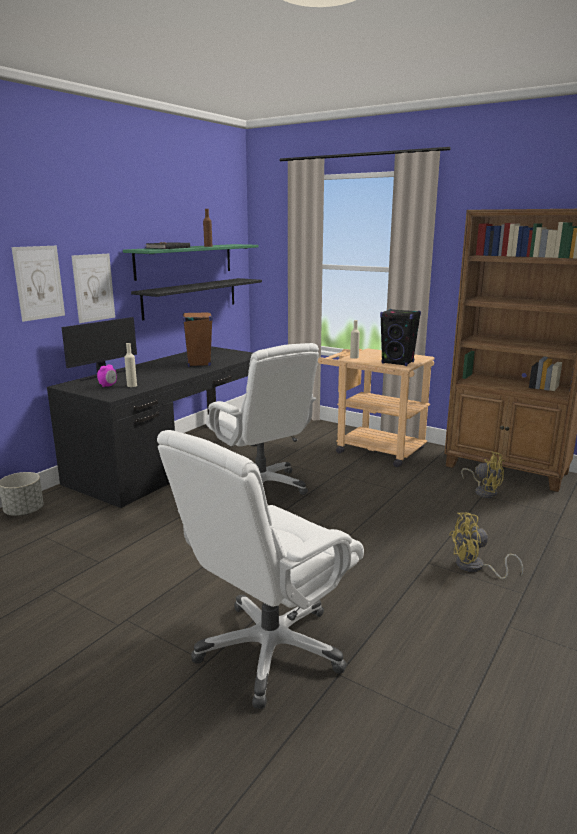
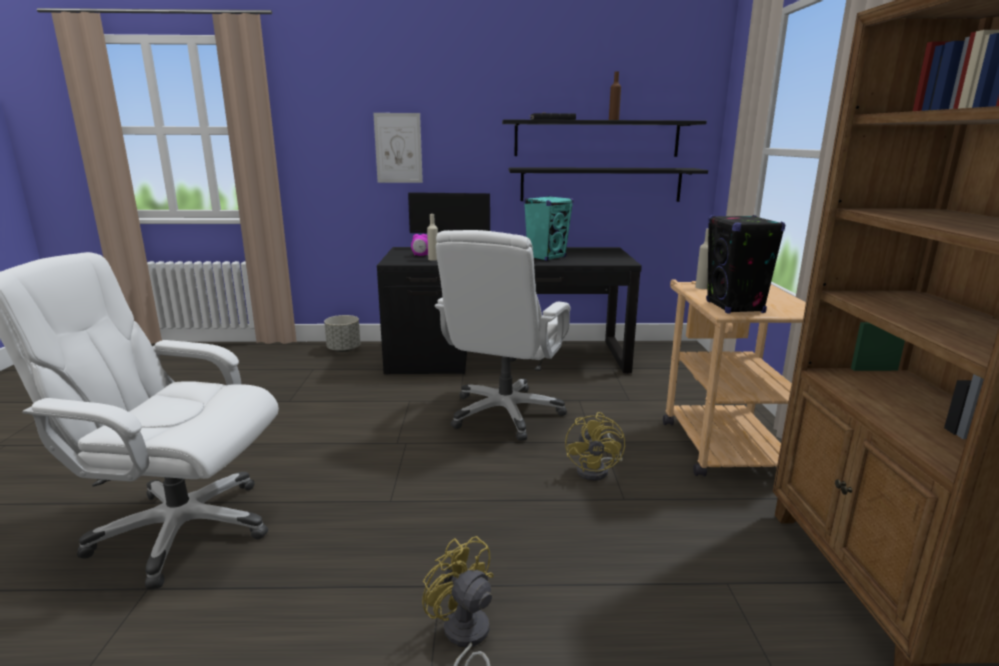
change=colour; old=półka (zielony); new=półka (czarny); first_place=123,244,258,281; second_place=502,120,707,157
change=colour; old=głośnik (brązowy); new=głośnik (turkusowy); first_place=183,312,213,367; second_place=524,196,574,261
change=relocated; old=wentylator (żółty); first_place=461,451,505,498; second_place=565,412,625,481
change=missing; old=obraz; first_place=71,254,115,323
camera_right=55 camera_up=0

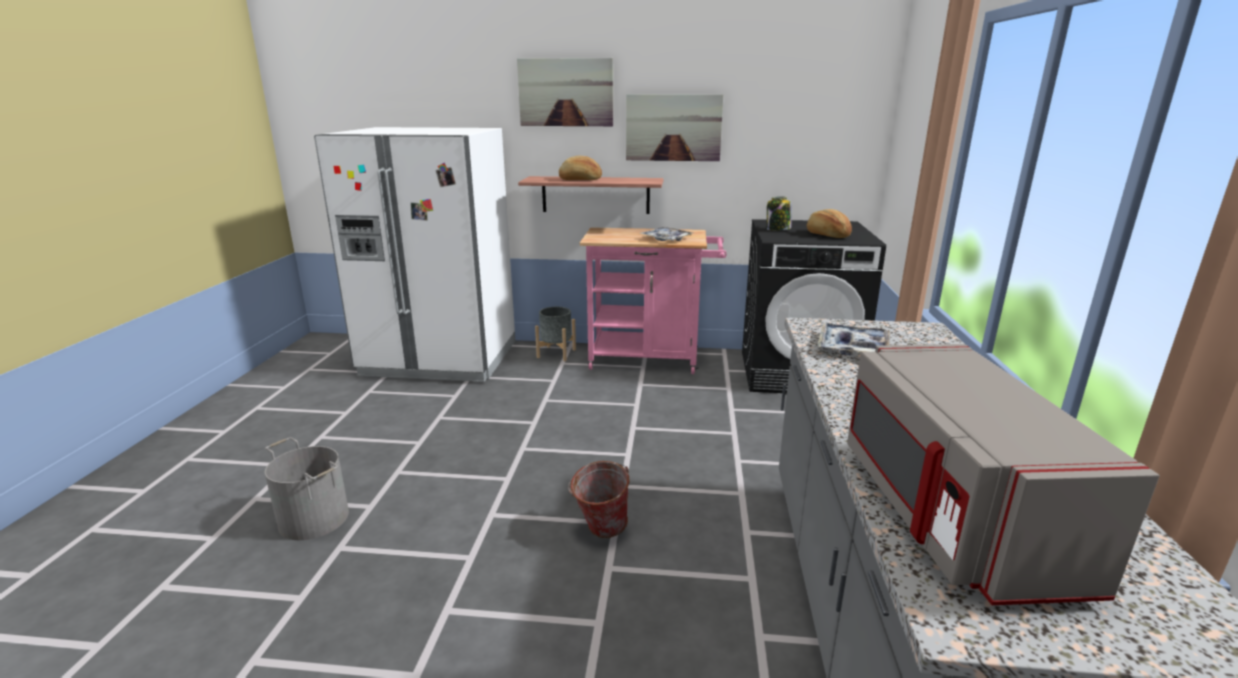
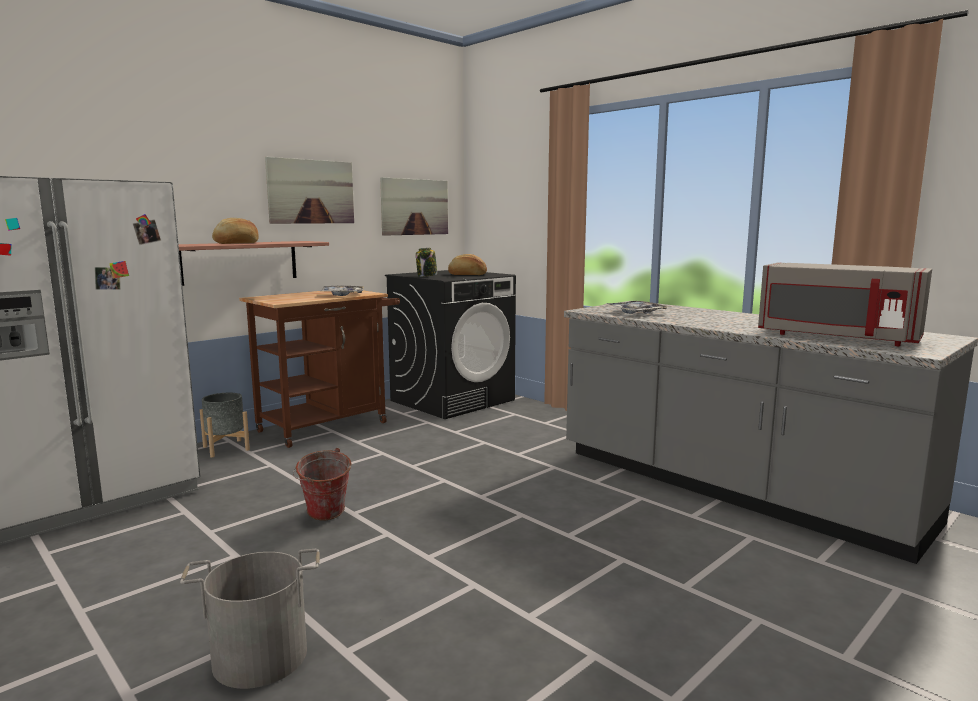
change=colour; old=wózek (różowy); new=wózek (brązowy); first_place=579,227,727,374; second_place=239,290,400,448
change=relocated; old=wiadro; first_place=568,461,629,538; second_place=293,448,352,520
change=relocated; old=obraz; first_place=517,58,613,126; second_place=380,177,448,236
camera_right=-50 camera_up=-10

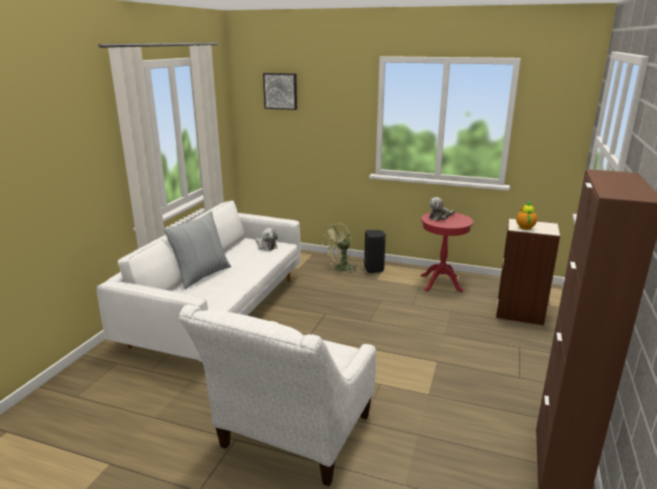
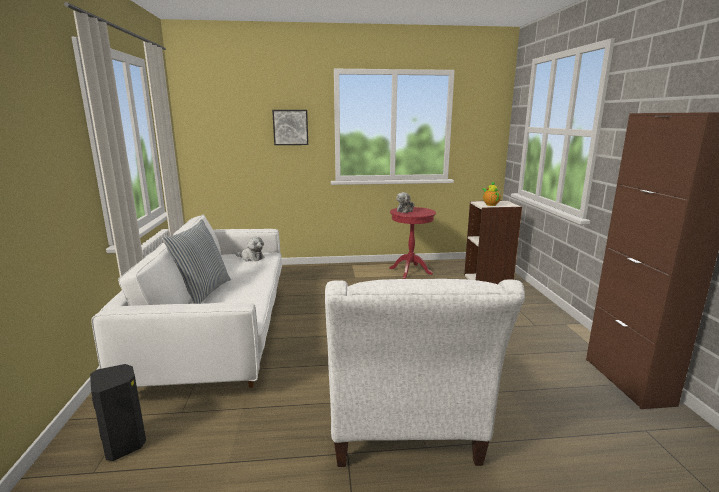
change=relocated; old=głośnik (czarny); first_place=364,230,386,273; second_place=90,364,146,461
change=relocated; old=obraz; first_place=263,73,297,110; second_place=272,110,308,145
change=missing; old=wentylator (zielony); first_place=322,223,358,273
camera_right=-25 camera_up=-5

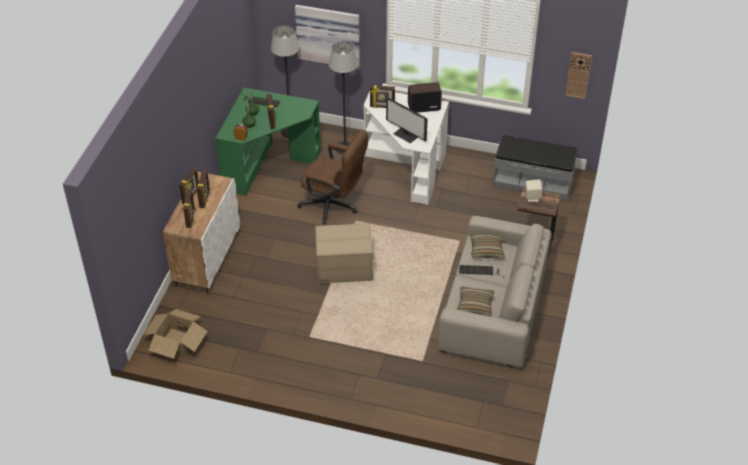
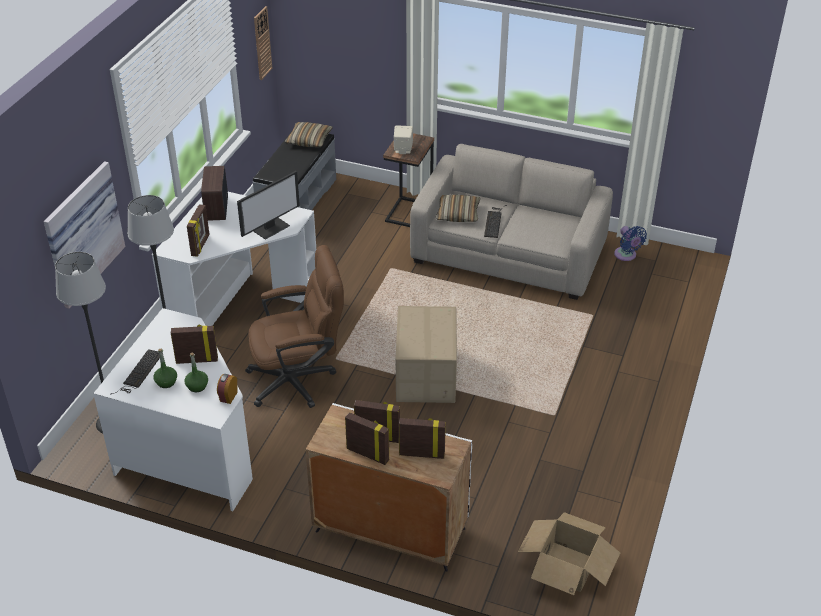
change=colour; old=biurko (zielony); new=biurko (biały); first_place=215,88,321,196; second_place=93,308,253,511
change=spun; old=krzesło biurowe (brązowy); first_place=297,130,368,225; second_place=245,245,344,408; degrees=45
change=relocated; old=poduszka; first_place=457,287,495,316; second_place=285,122,333,147
change=appeared; new=wentylator (niebieski); second_place=614,226,647,261
camera_right=-85 camera_up=-5

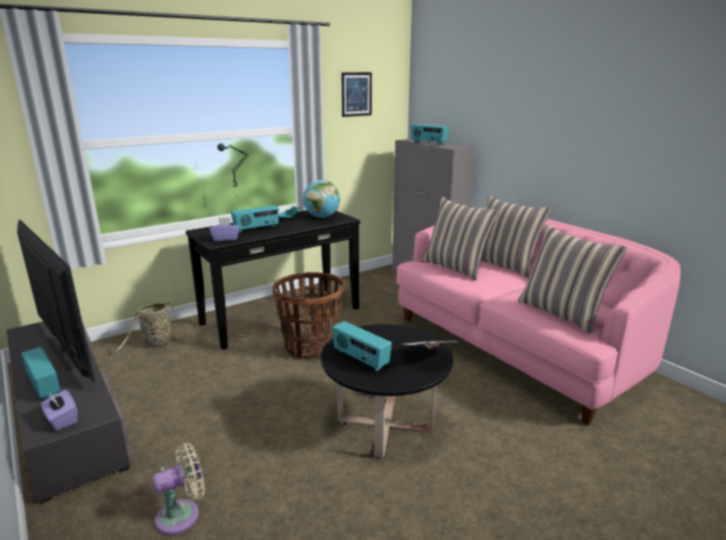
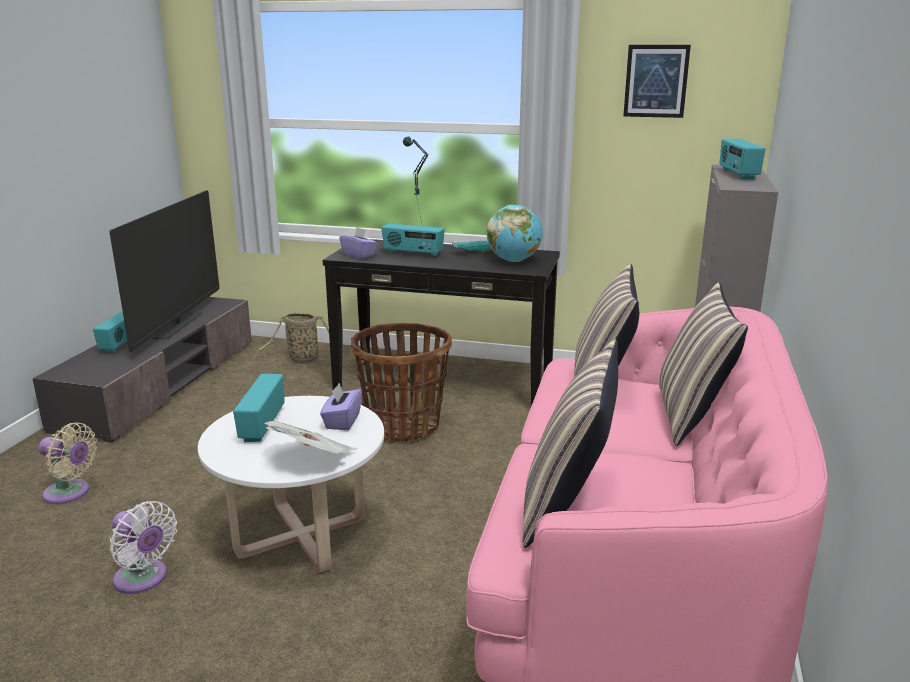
change=appeared; new=wentylator (biały); second_place=110,501,177,594
change=colour; old=ława (czarny); new=ława (biały); first_place=321,324,453,457; second_place=198,396,384,572
change=relocated; old=pudełko chusteczek (fioletowy); first_place=41,390,78,431; second_place=320,383,362,430
camera_right=50 camera_up=0

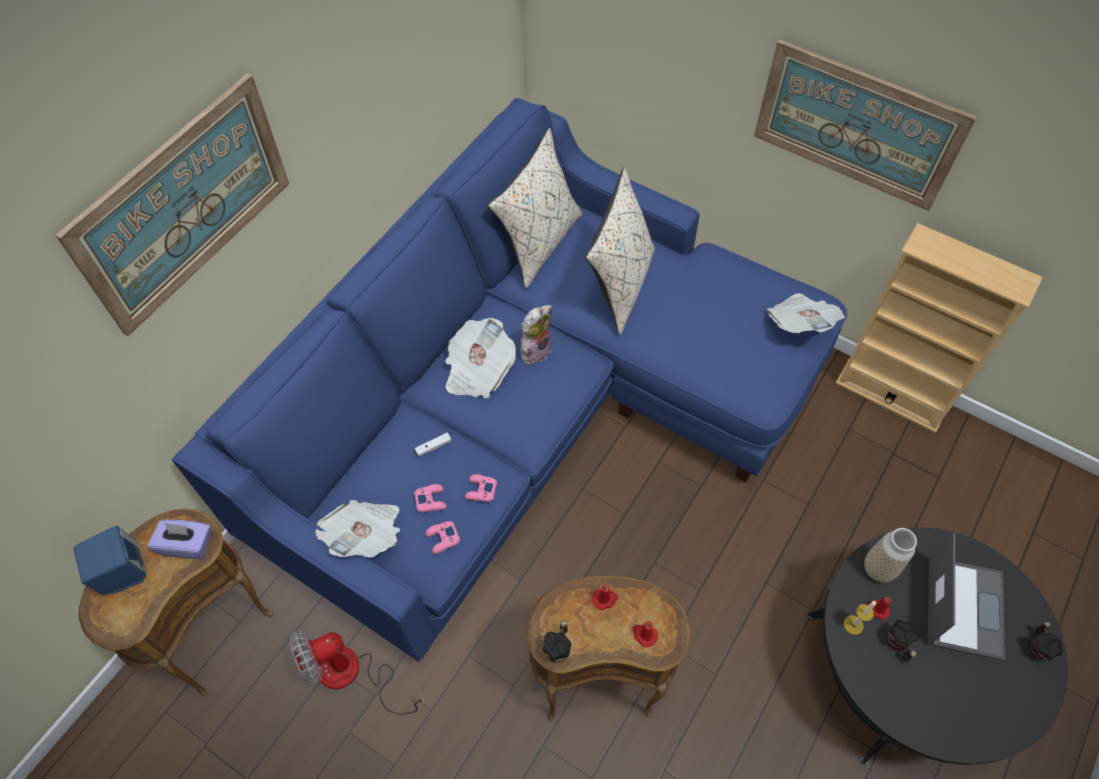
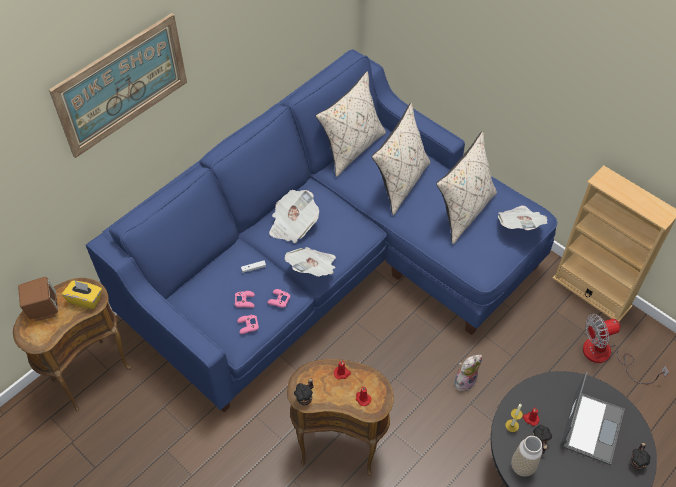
change=colour; old=głośnik (niebieski); new=głośnik (brązowy); first_place=73,526,146,595; second_place=18,277,58,321
change=colour; old=pudełko chusteczek (fioletowy); new=pudełko chusteczek (żółty); first_place=147,520,211,559; second_place=62,281,102,309
change=relocated; old=gazeta; first_place=316,500,400,558; second_place=285,247,336,277
change=appeared; new=poduszka (beżowy); second_place=436,131,497,244
change=relocated; old=pluszak; first_place=520,305,552,365; second_place=455,355,482,391
change=relocated; old=wazon; first_place=864,528,917,582; second_place=511,436,543,477
change=relocated; old=wentylator; first_place=290,631,425,715; second_place=583,314,669,384
change=missing; old=obraz; first_place=754,39,977,211
camera_right=10 camera_up=-5

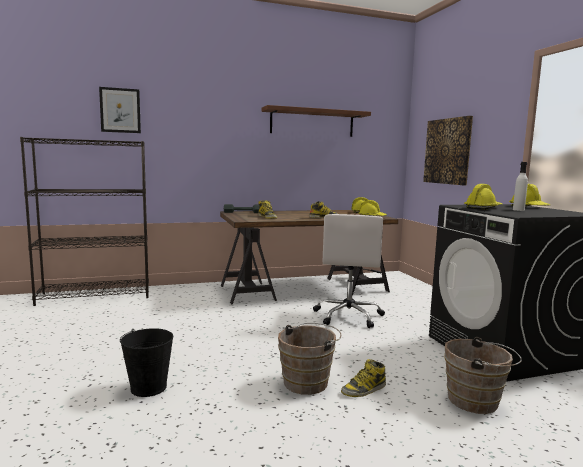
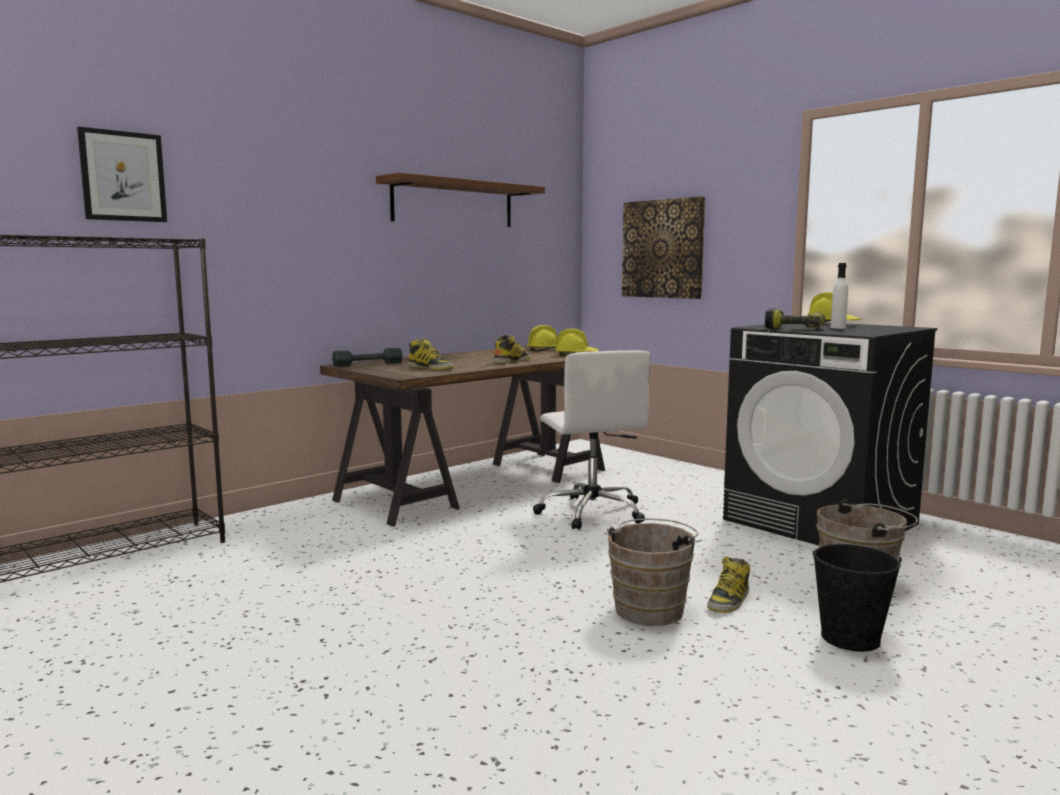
change=exchanged; old=kask (żółty); new=wiertarka; first_place=464,184,502,210; second_place=765,309,825,328
change=relocated; old=wiadro (czarny); first_place=120,328,173,397; second_place=813,544,902,652
camera_right=-25 camera_up=0

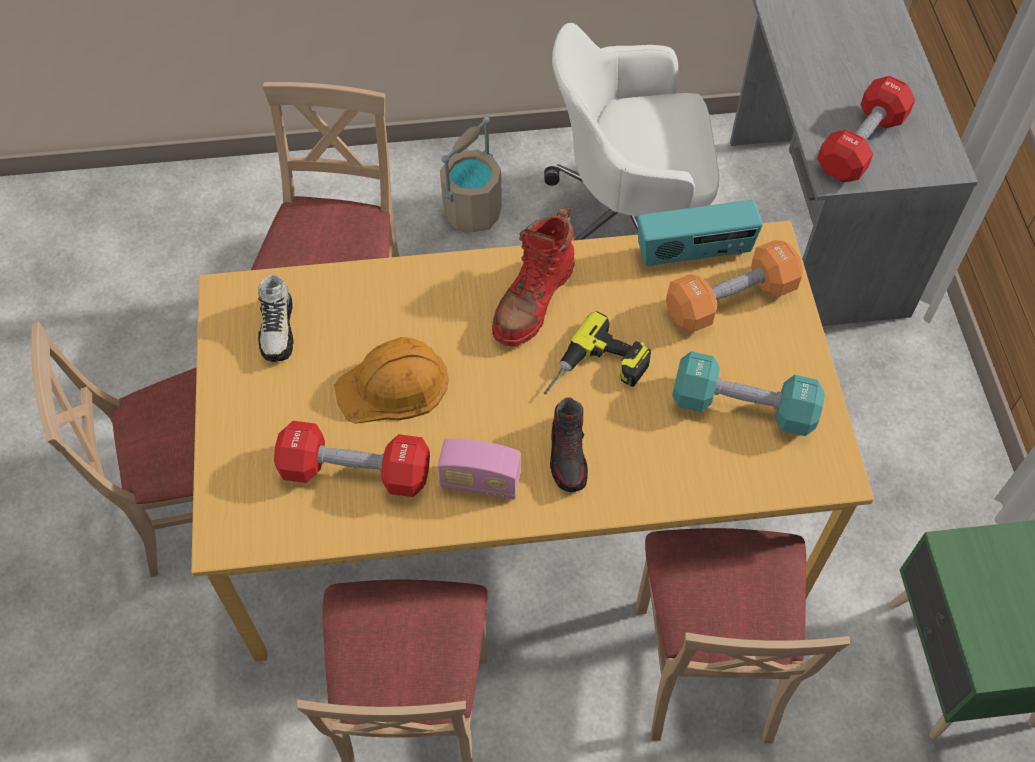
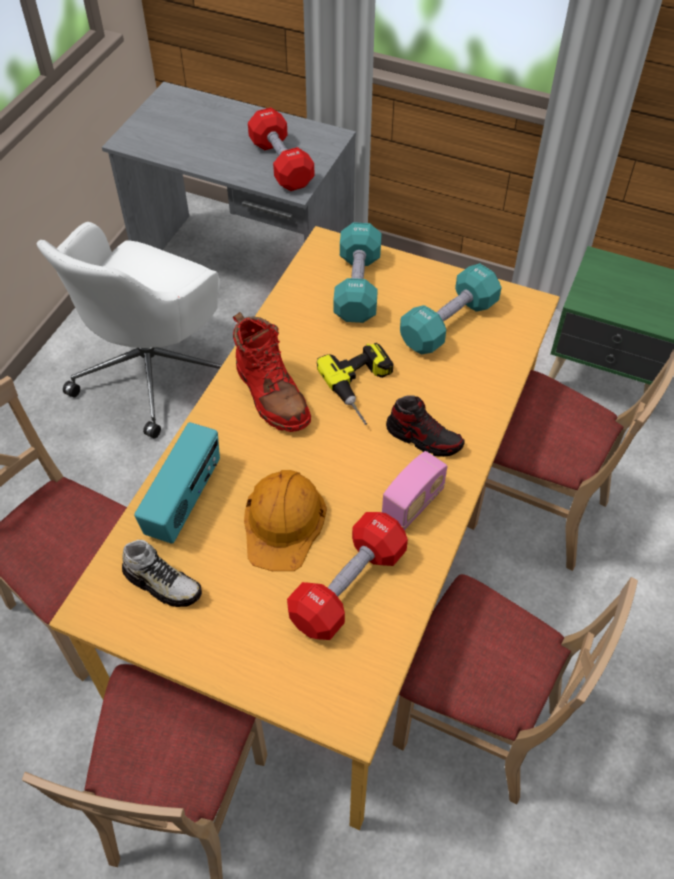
change=relocated; old=radio; first_place=637,200,763,267; second_place=134,422,220,544
change=colour; old=hantel (pomarańczowy); new=hantel (turkusowy); first_place=666,240,803,332; second_place=333,222,382,323
change=missing; old=wiadro (beżowy); first_place=440,117,502,232
camera_right=-60 camera_up=-5

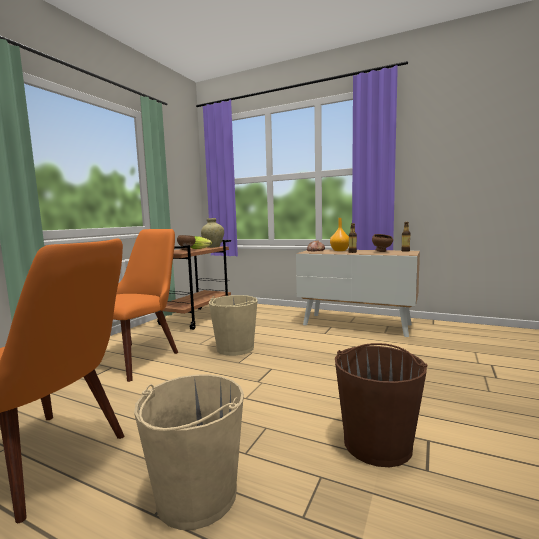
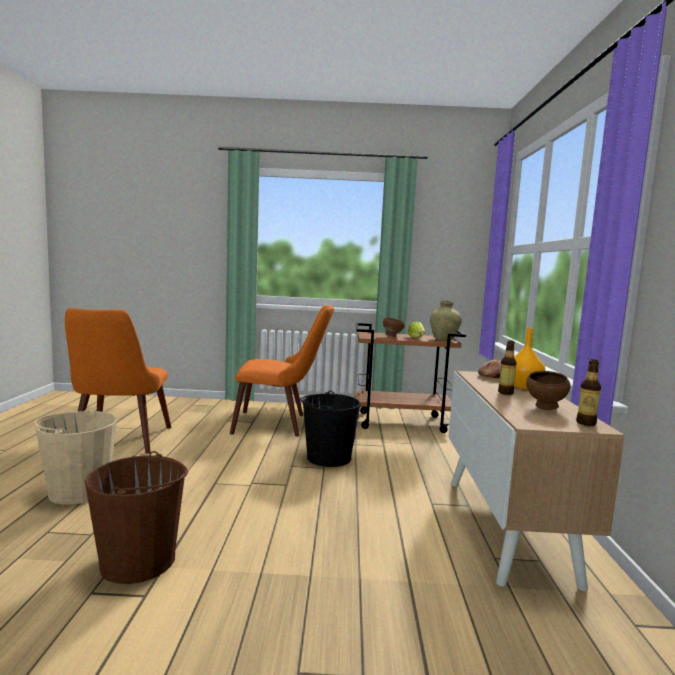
change=colour; old=wiadro (beżowy); new=wiadro (czarny); first_place=209,295,258,356; second_place=300,390,361,467
camera_right=65 camera_up=0

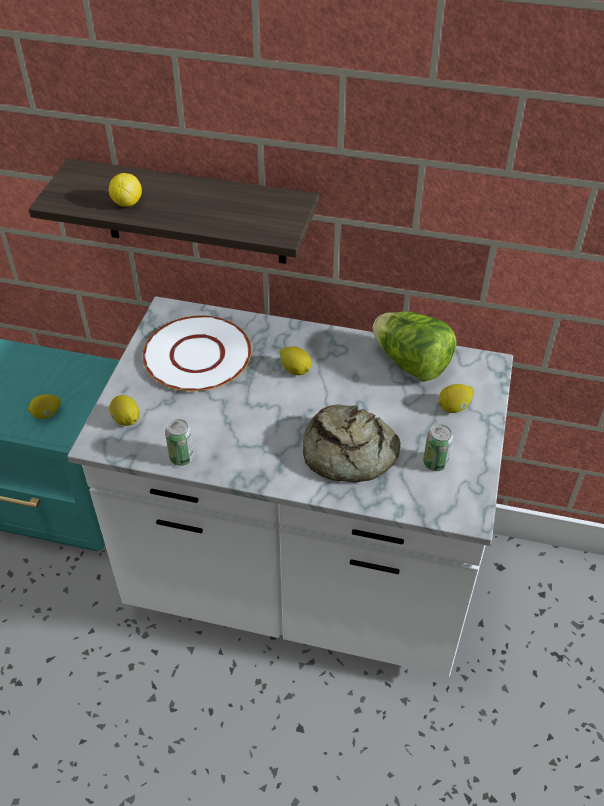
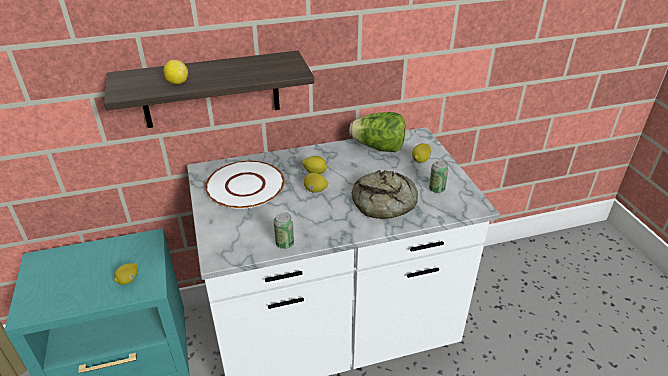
change=relocated; old=cytryna; first_place=109,395,140,426; second_place=304,173,328,193
camera_right=-30 camera_up=-10

